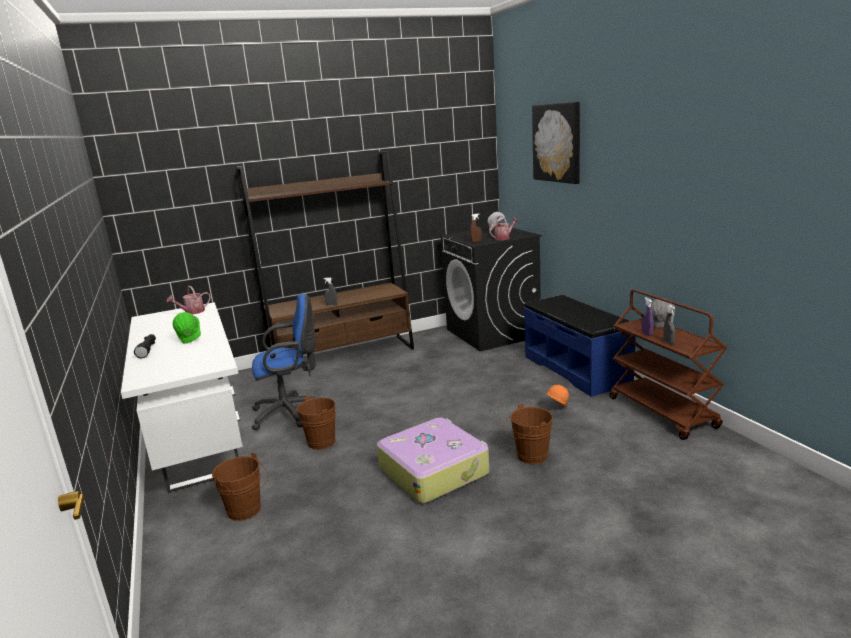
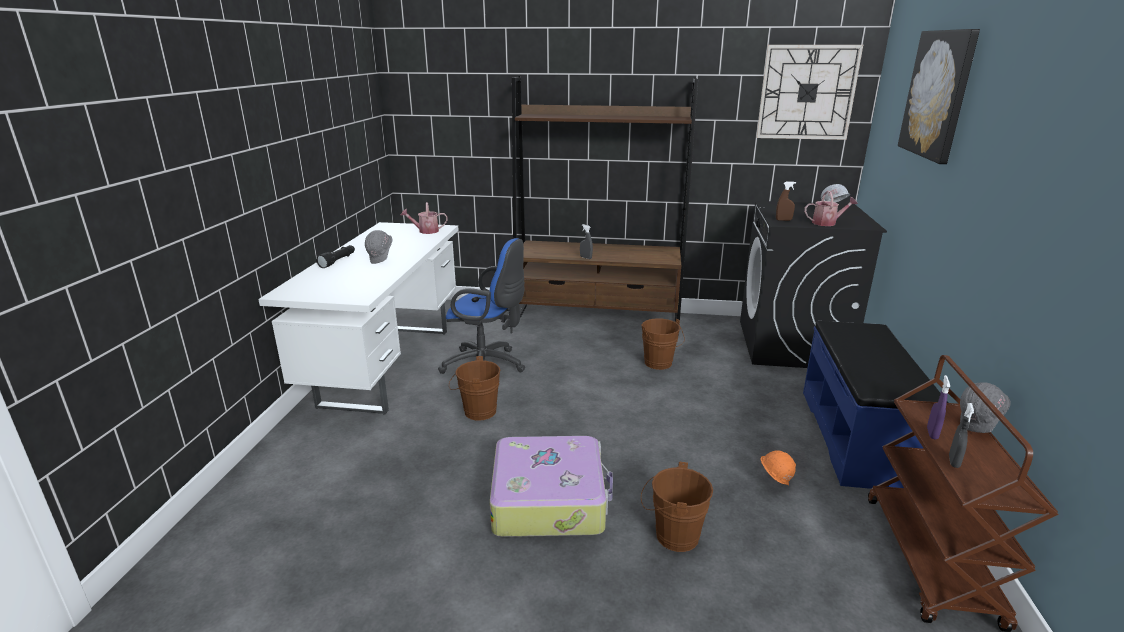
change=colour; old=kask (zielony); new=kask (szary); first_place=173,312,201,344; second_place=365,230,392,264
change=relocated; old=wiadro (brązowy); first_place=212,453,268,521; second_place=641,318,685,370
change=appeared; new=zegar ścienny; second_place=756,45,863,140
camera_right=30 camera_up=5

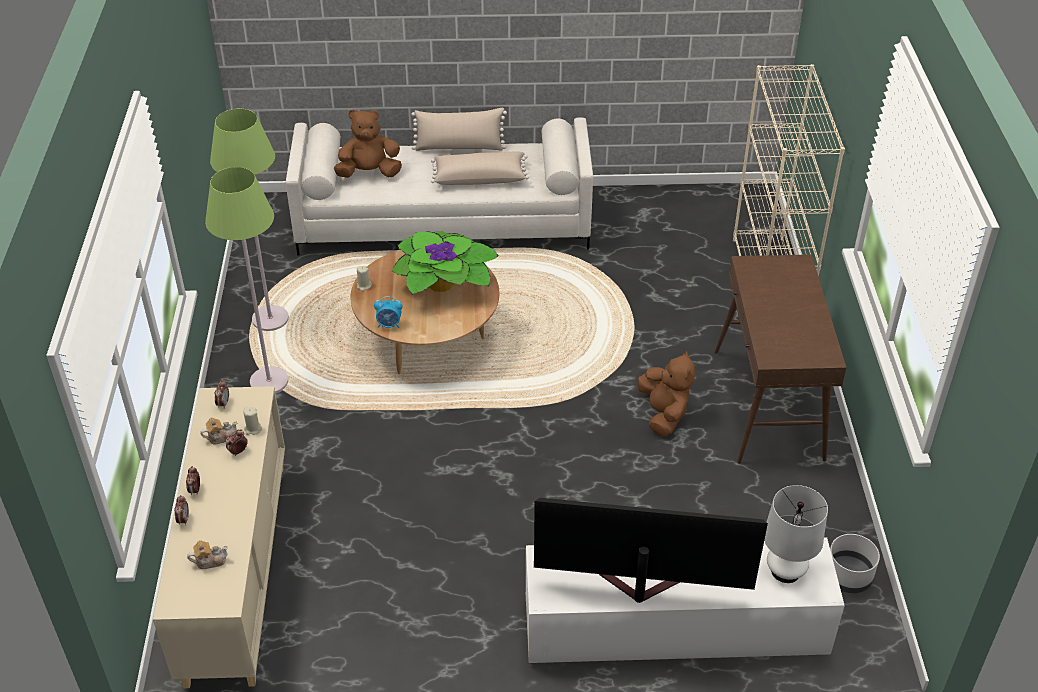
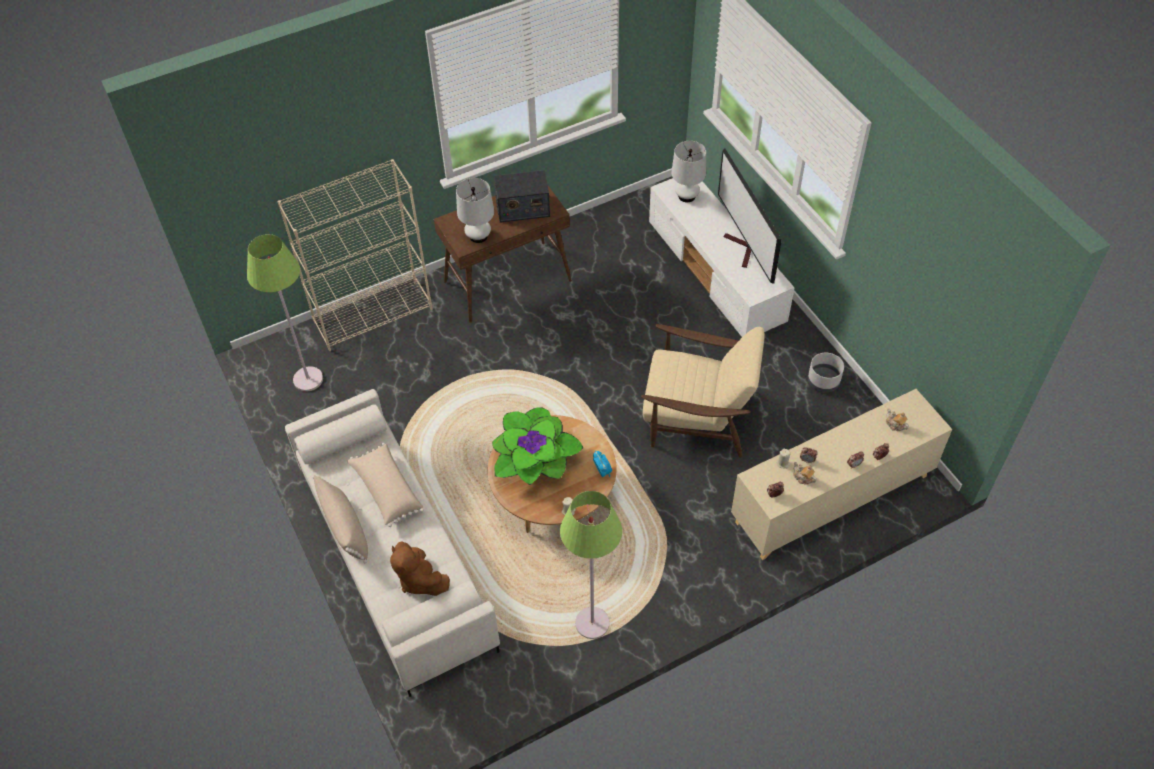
change=relocated; old=lampa stojąca (zielony); first_place=205,167,288,394; second_place=247,234,323,392
change=appeared; new=lampa stołowa (biały); second_place=456,178,494,243
change=appeared; new=radio; second_place=494,170,550,223
change=appeared; new=fotel (beżowy); second_place=641,324,765,458
change=relocated; old=donica (szary); first_place=830,534,880,593; second_place=808,353,844,392
change=missing; old=pluszak (brązowy); first_place=637,350,695,436
camera_right=-115 camera_up=10

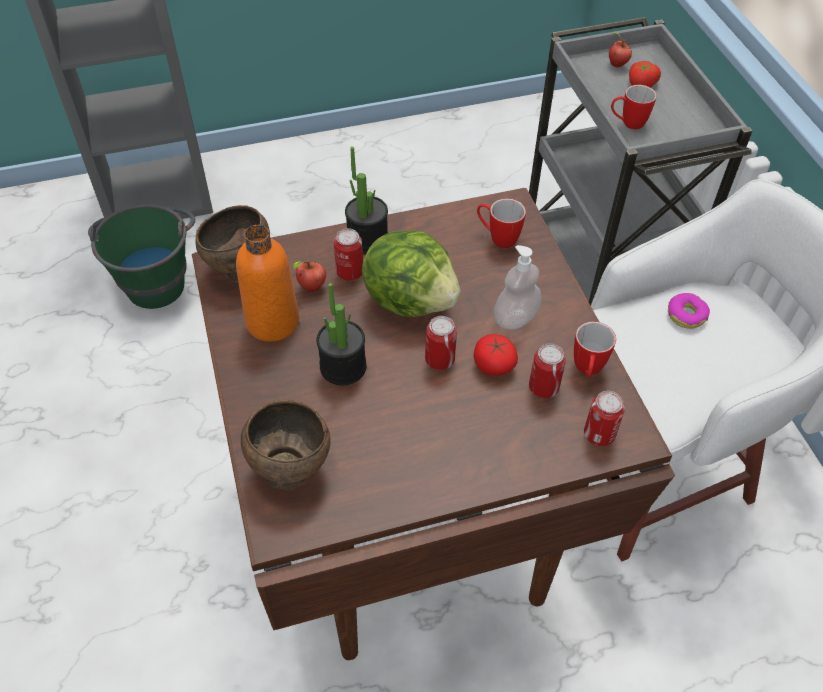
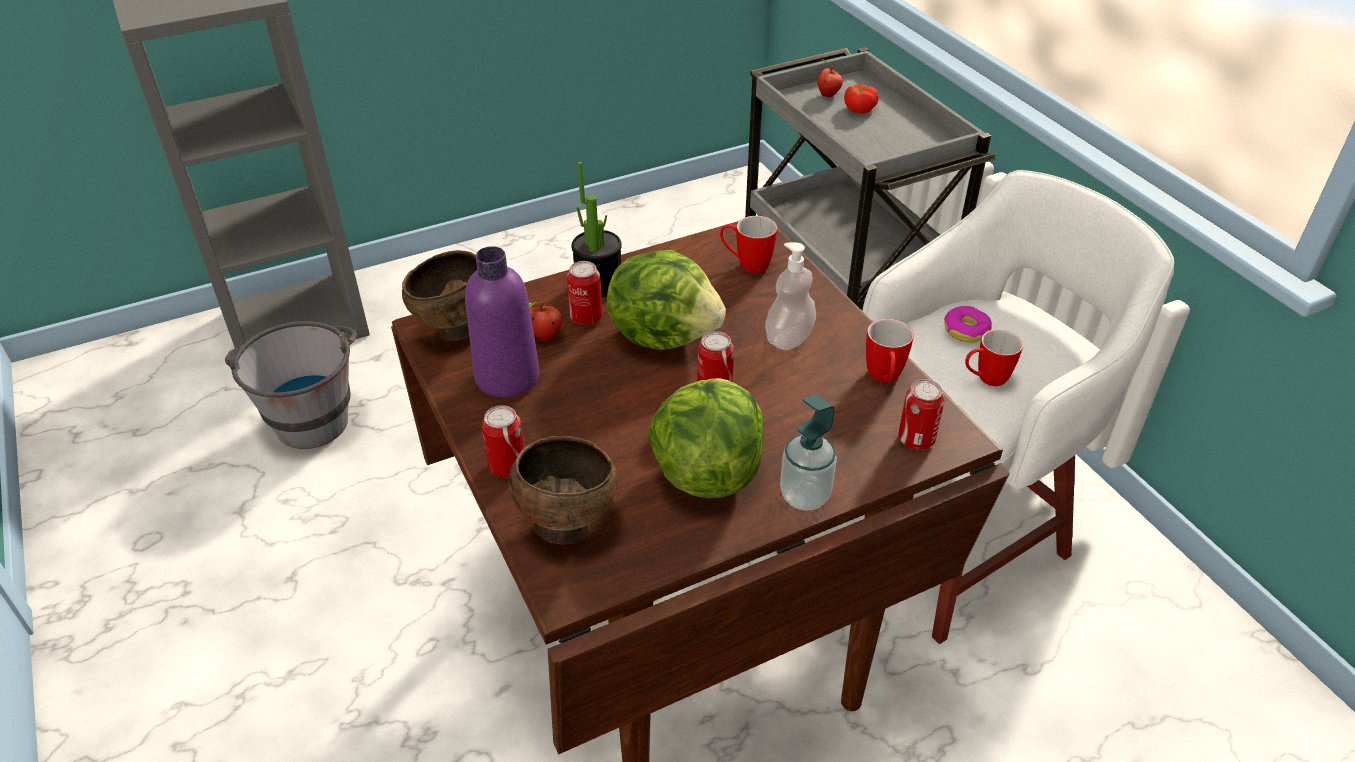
change=colour; old=wiadro (zielony); new=wiadro (szary); first_place=88,204,195,309; second_place=225,321,357,449
change=colour; old=butelka (pomarańczowy); new=butelka (fioletowy); first_place=236,225,299,342; second_place=465,246,539,398
change=relocated; old=puszka; first_place=529,344,566,398; second_place=482,405,524,477
change=appeared; new=sałata; second_place=648,378,764,498
change=appeared; new=dozownik mydła; second_place=780,394,837,511
change=relocated; old=kubek; first_place=611,85,657,129; second_place=965,329,1023,386
change=missing; old=roślina doniczkowa; first_place=316,283,367,385
change=missing; old=pomidor; first_place=474,334,518,376
camera_right=-10 camera_up=-10

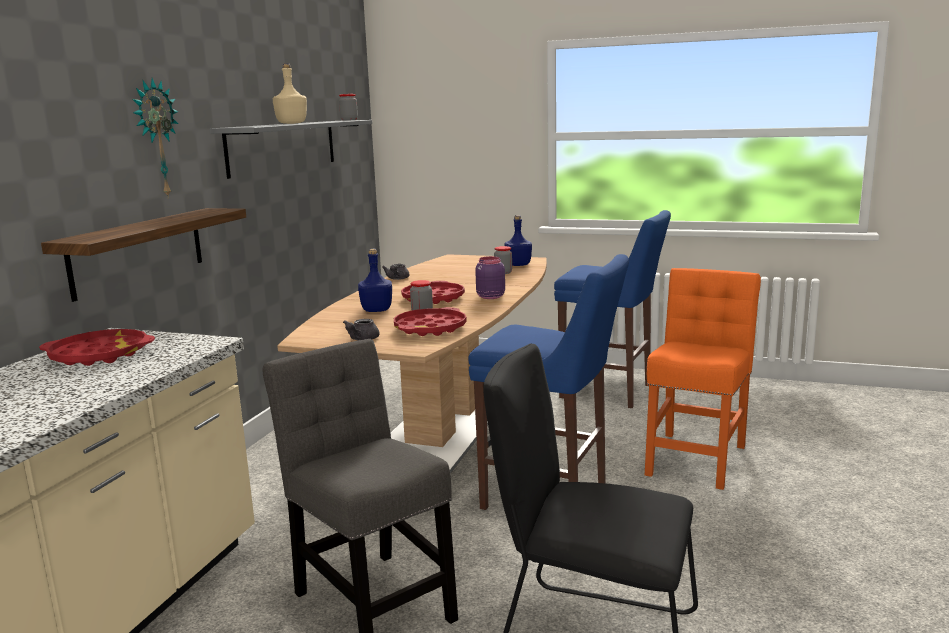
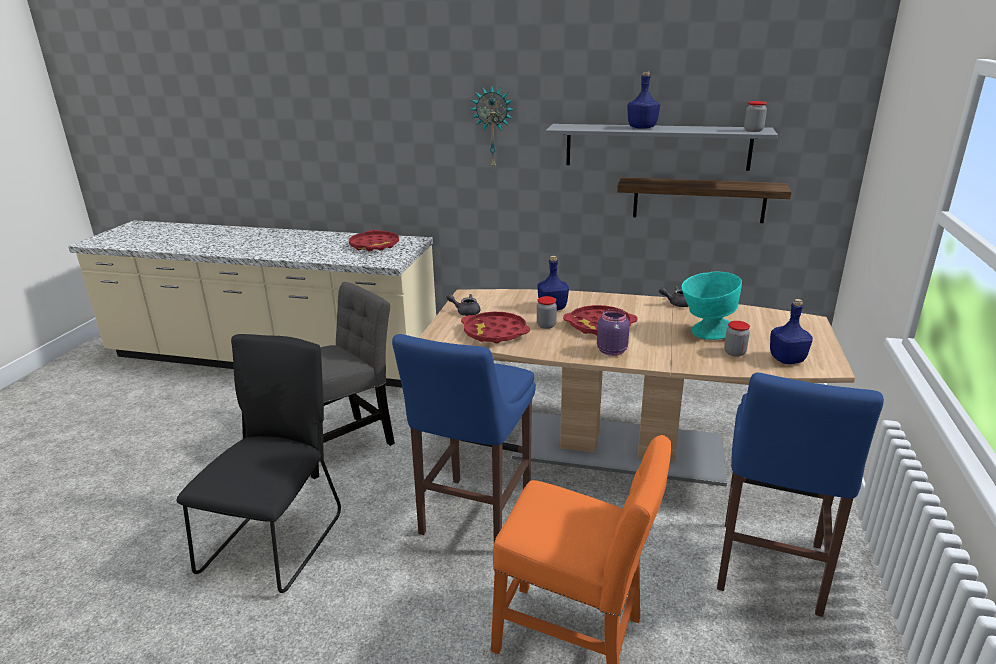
change=relocated; old=półka; first_place=41,208,246,302; second_place=617,177,792,223
change=colour; old=butelka (beżowy); new=butelka (niebieski); first_place=273,63,307,124; second_place=627,71,660,129
change=appeared; new=miska (turkusowy); second_place=681,272,742,340
camera_right=85 camera_up=10

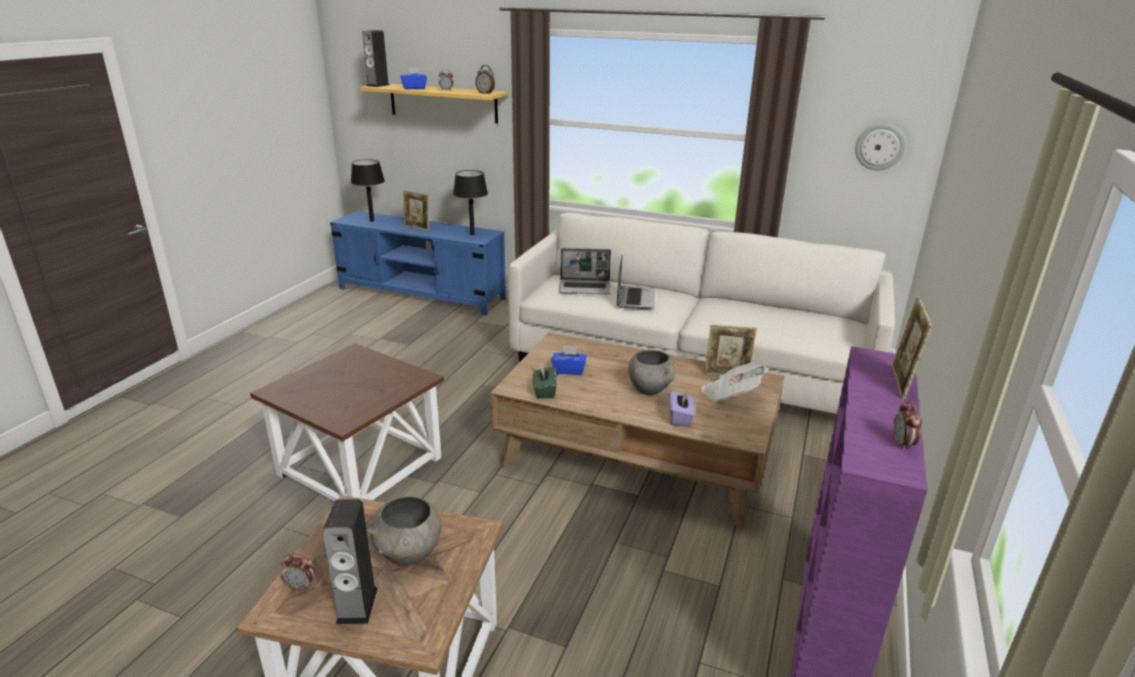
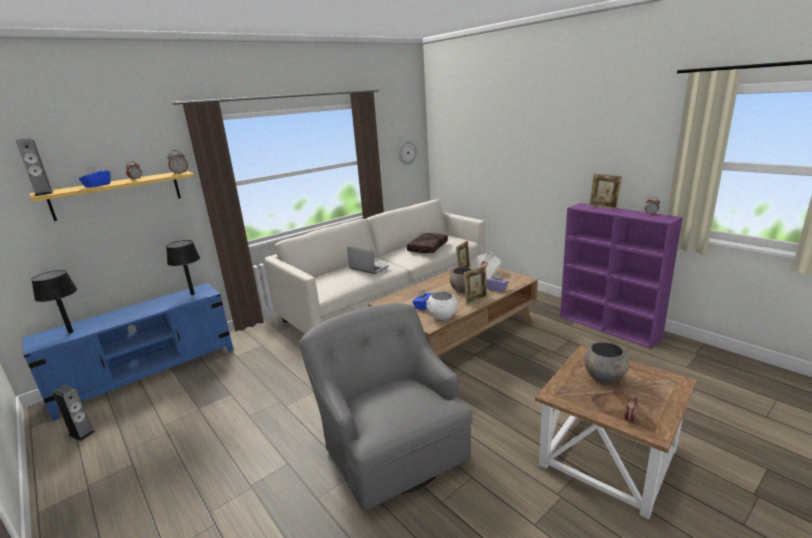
change=relocated; old=głośnik; first_place=322,499,378,624; second_place=52,385,95,441
change=exchanged; old=stolik (brązowy); new=fotel (szary); first_place=250,344,444,501; second_place=299,303,473,511
change=appeared; new=poduszka (brązowy); second_place=407,233,448,253
change=exchanged; old=pudełko chusteczek (zielony); new=miska (biały); first_place=533,364,557,398; second_place=426,291,457,320
change=relocated; old=ramka na zdjęcie; first_place=403,190,429,230; second_place=464,266,487,305
change=missing; old=laptop; first_place=559,248,611,294
camera_right=-60 camera_up=-5

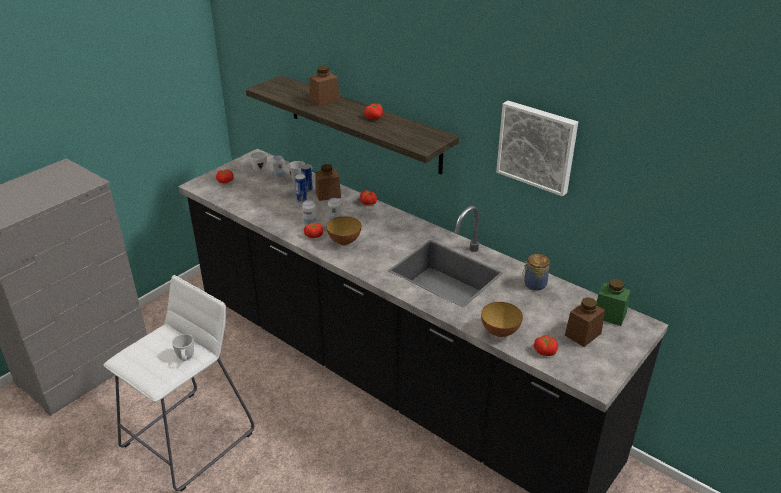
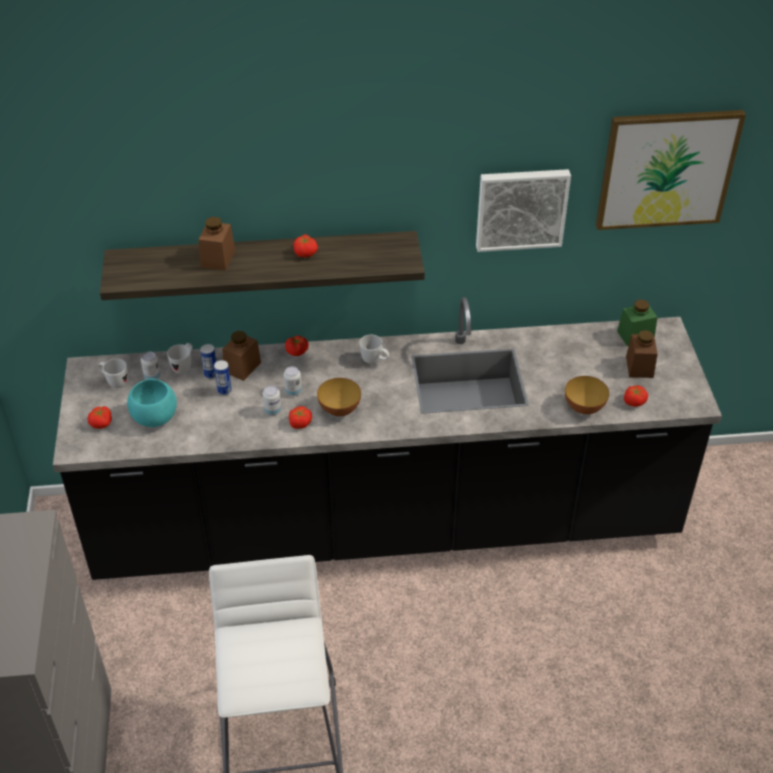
change=appeared; new=miska (turkusowy); second_place=127,379,177,427
change=relocated; old=kubek (biały); first_place=172,334,194,361; second_place=359,335,389,364
change=appeared; new=obraz; second_place=596,110,746,230
change=missing; old=słoik; first_place=522,254,550,291
camera_right=-45 camera_up=10

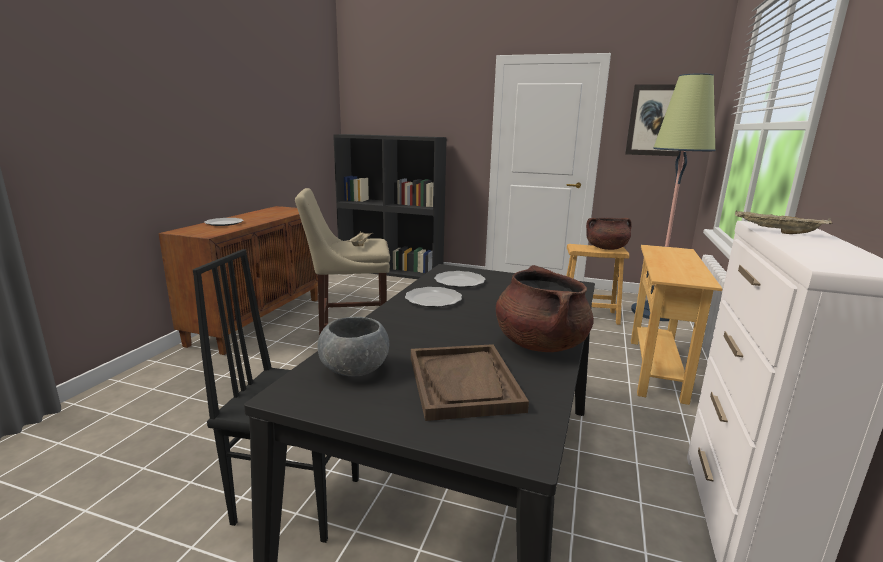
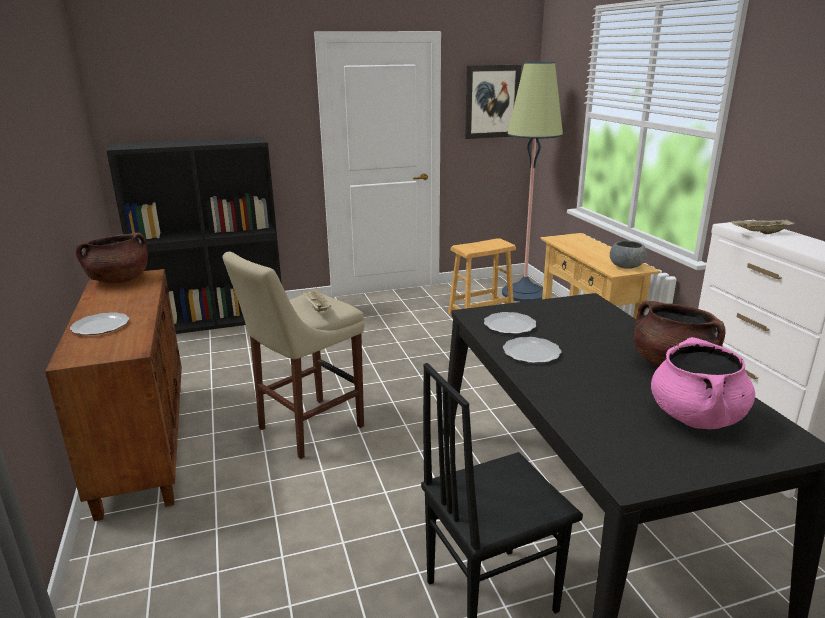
change=relocated; old=garnek (brązowy); first_place=586,218,632,250; second_place=76,233,148,283
change=relocated; old=miska (szary); first_place=317,317,389,376; second_place=610,241,647,269
change=exchanged; old=taca (brązowy); new=garnek (różowy); first_place=411,344,529,421; second_place=651,337,755,429
camera_right=-35 camera_up=5

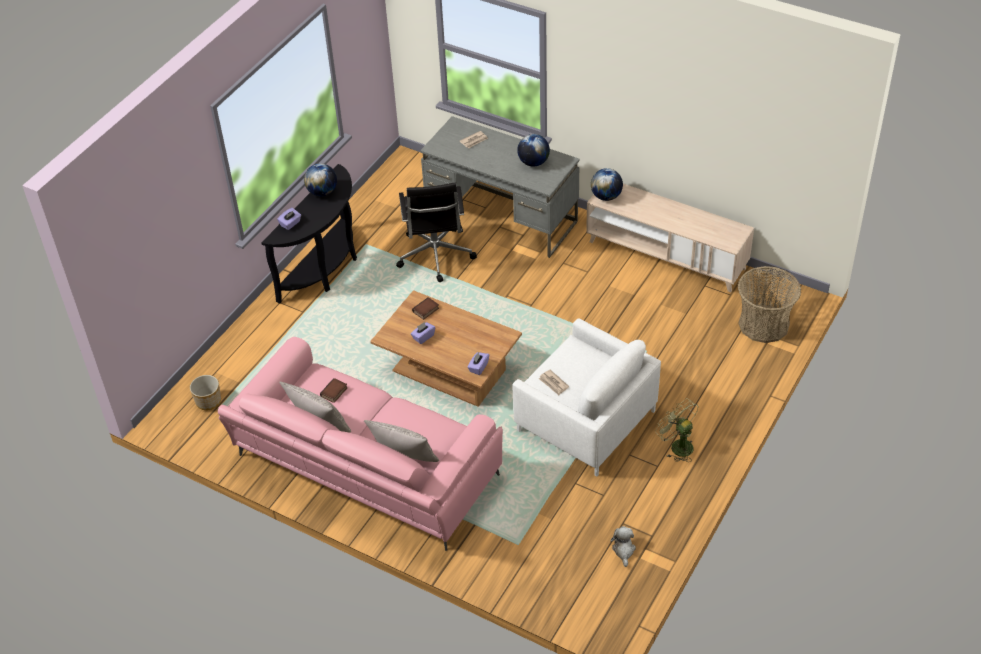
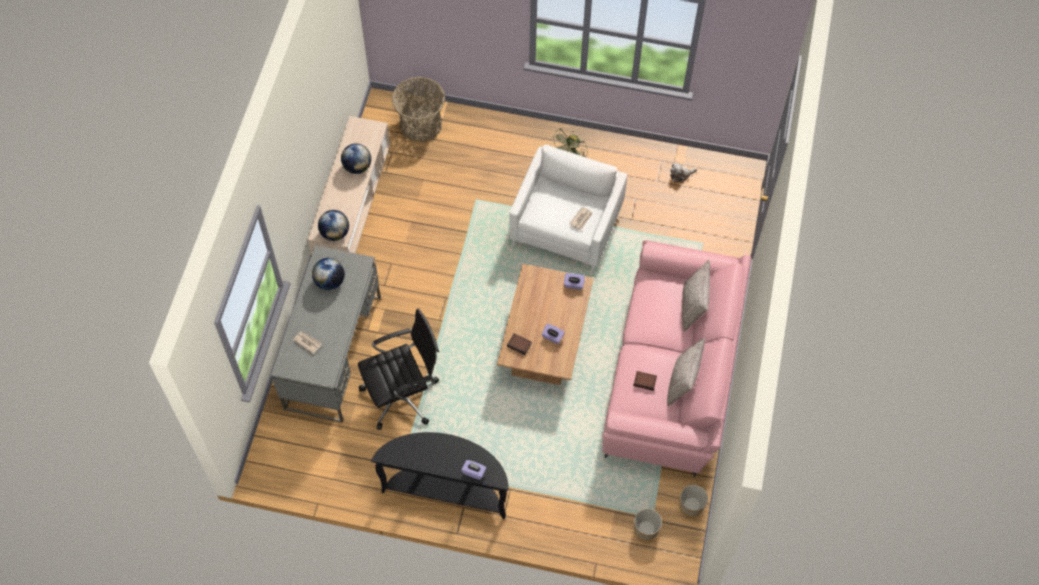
change=relocated; old=globus; first_place=304,163,337,196; second_place=341,143,371,174
change=appeared; new=donica; second_place=680,485,708,517
camera_right=-110 camera_up=15

